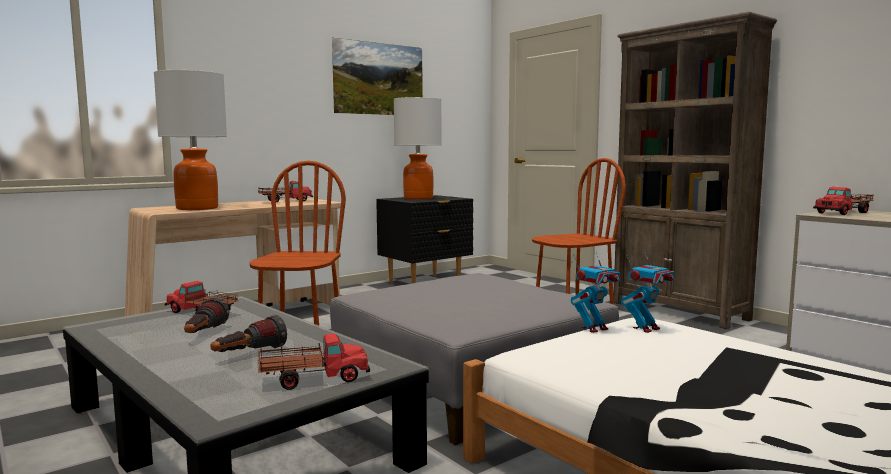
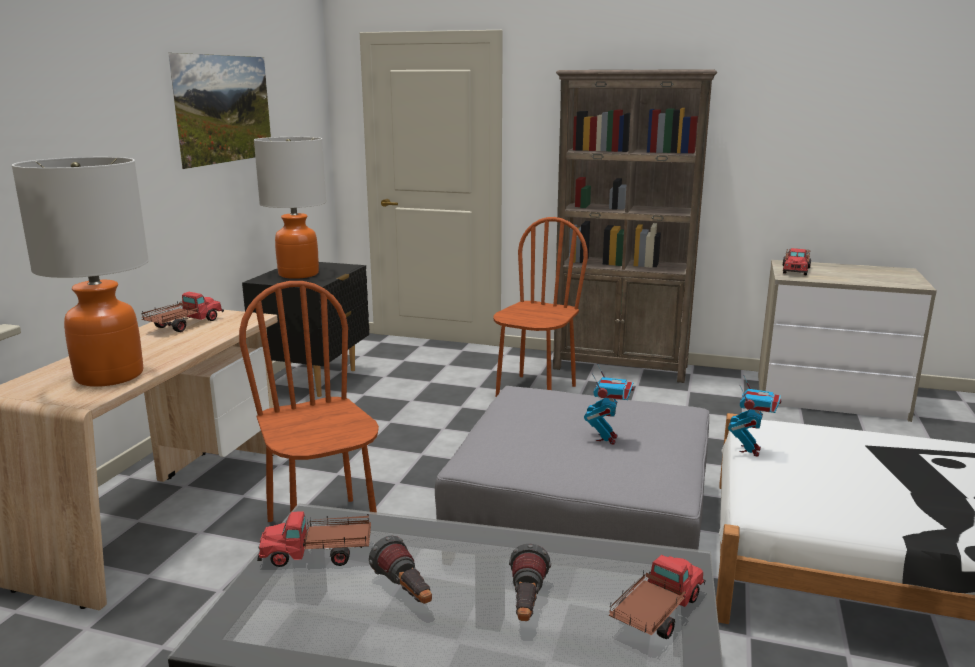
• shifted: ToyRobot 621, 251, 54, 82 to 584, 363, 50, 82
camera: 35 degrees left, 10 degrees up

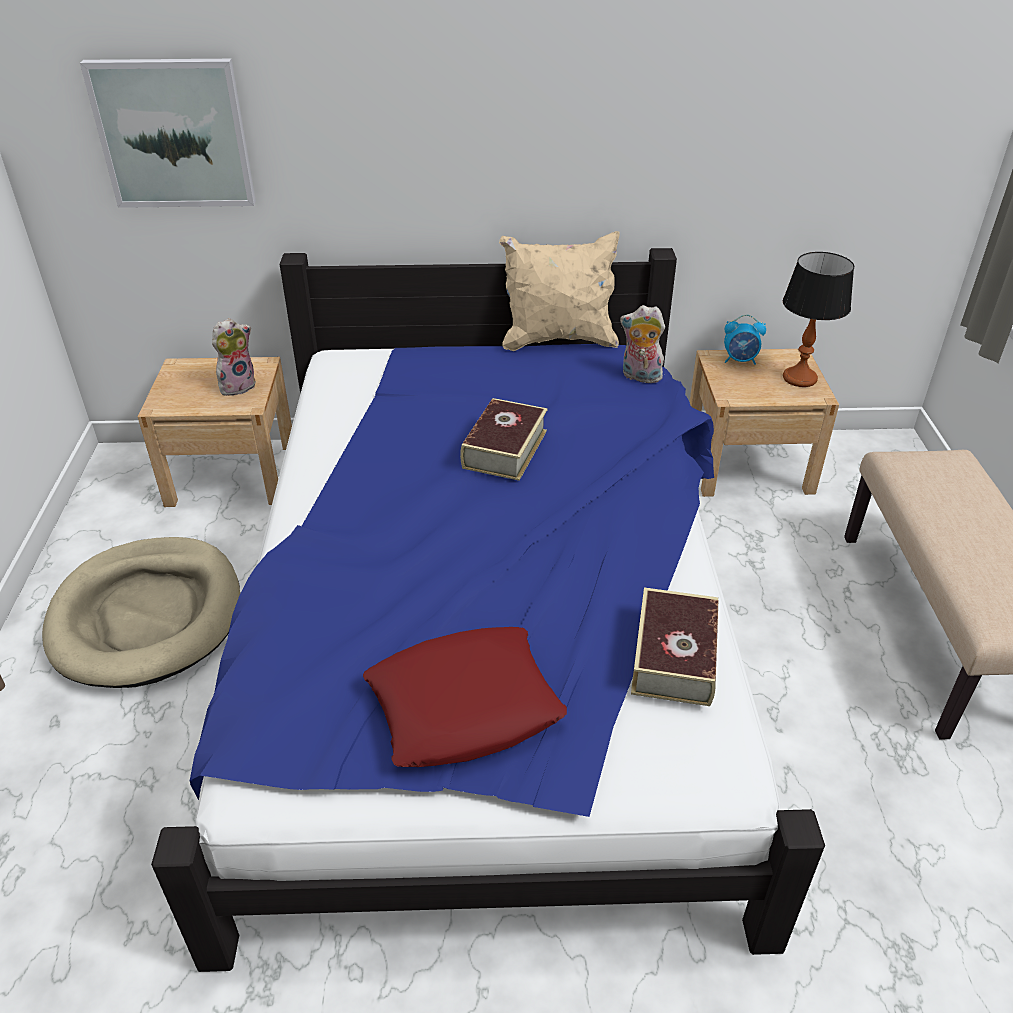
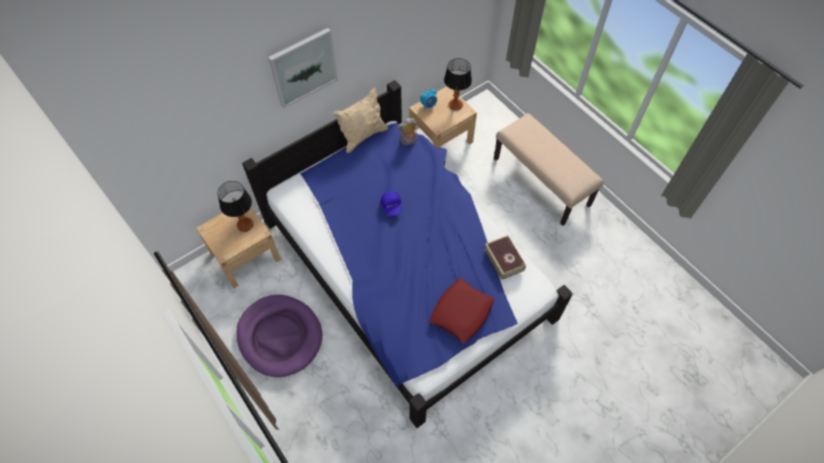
• repainted: SandColouredDogBed 42, 537, 198, 151 to PurplishDogBed 236, 295, 86, 82
• shifted: WallPicture 80, 59, 176, 149 to 268, 28, 70, 81
• swapped: SoftToy 212, 318, 44, 78 to TabletopLamp 217, 181, 36, 51
• swapped: Volume 460, 398, 88, 83 to BlueColouredBaseballCap 380, 191, 22, 25
camera: 35 degrees left, 20 degrees up

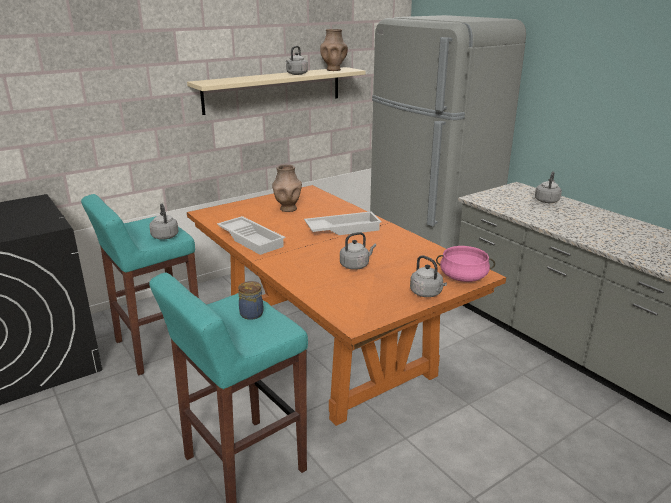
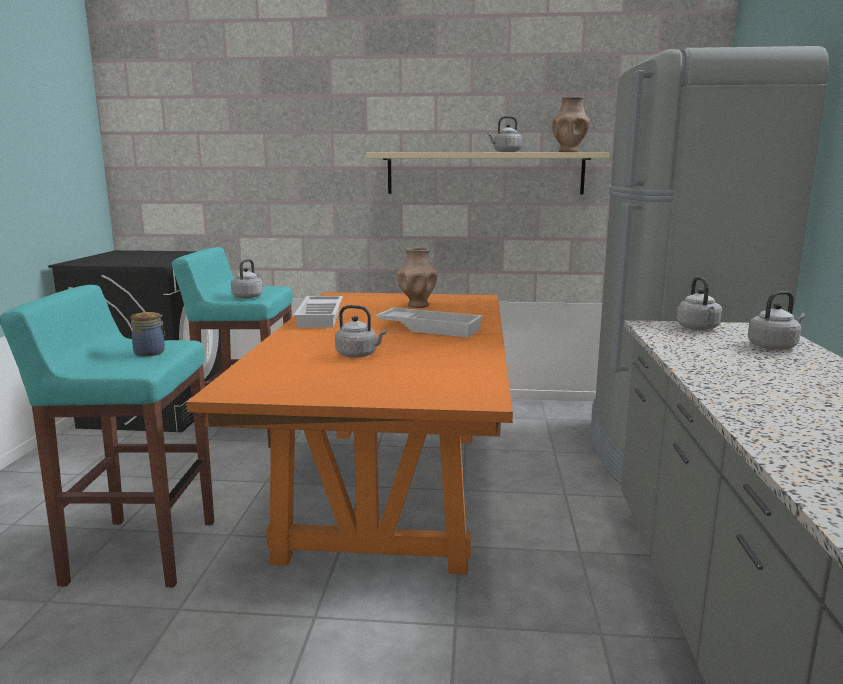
• shifted: GreyWaterKettle 410, 255, 37, 42 to 676, 277, 46, 53
• gone: PinkColouredSaucepot 436, 246, 59, 36
camera: 40 degrees right, 10 degrees down

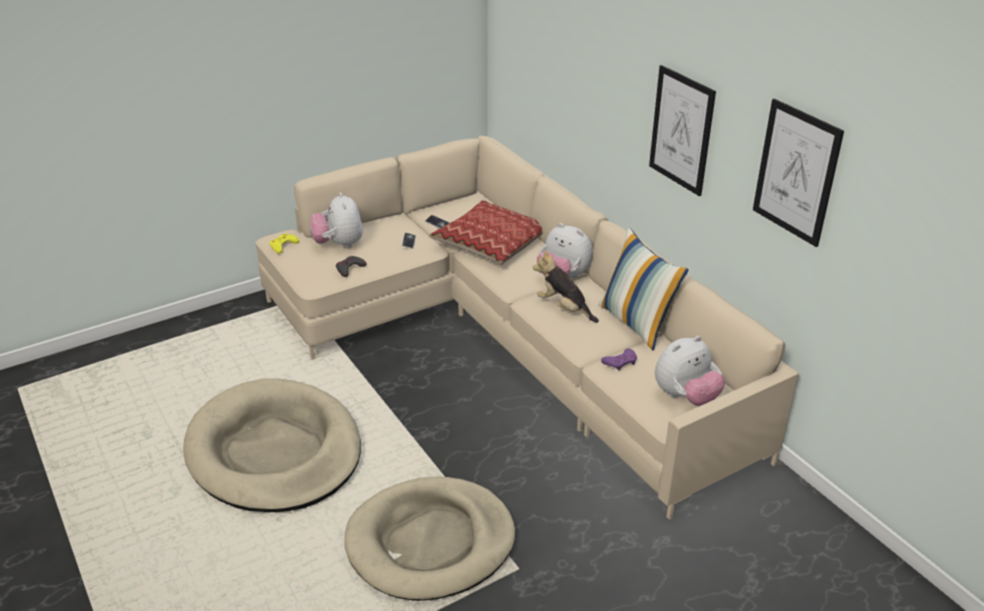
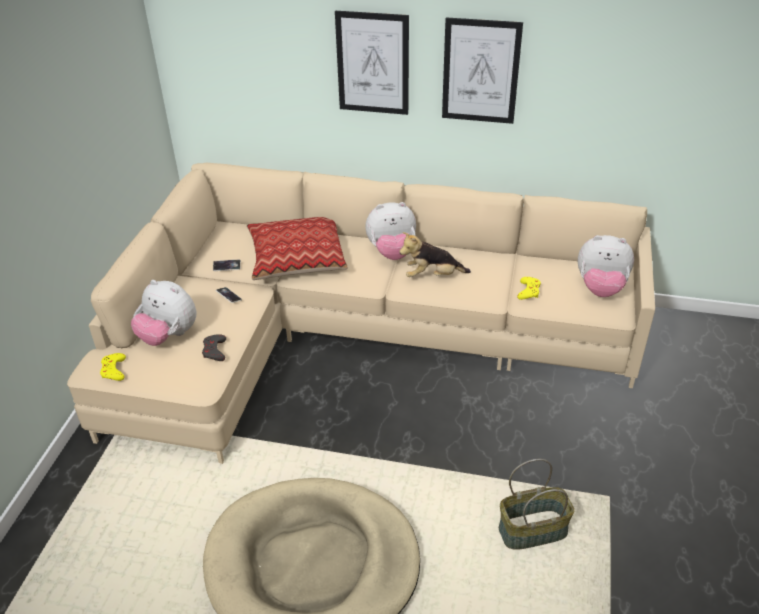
• swapped: SandColouredDogBed 344, 476, 171, 125 to HouseholdBasket 499, 459, 75, 91
• gone: Cushion 598, 228, 91, 122
• repainted: PurplishGamepad 601, 349, 36, 22 to YellowishGamepad 517, 277, 24, 23
• rotated: SoftToy 655, 336, 70, 70 = 578, 235, 56, 62 90 degrees clockwise
• shifted: WallPicture 753, 99, 91, 148 to 335, 11, 74, 104
camera: 45 degrees left, 5 degrees up

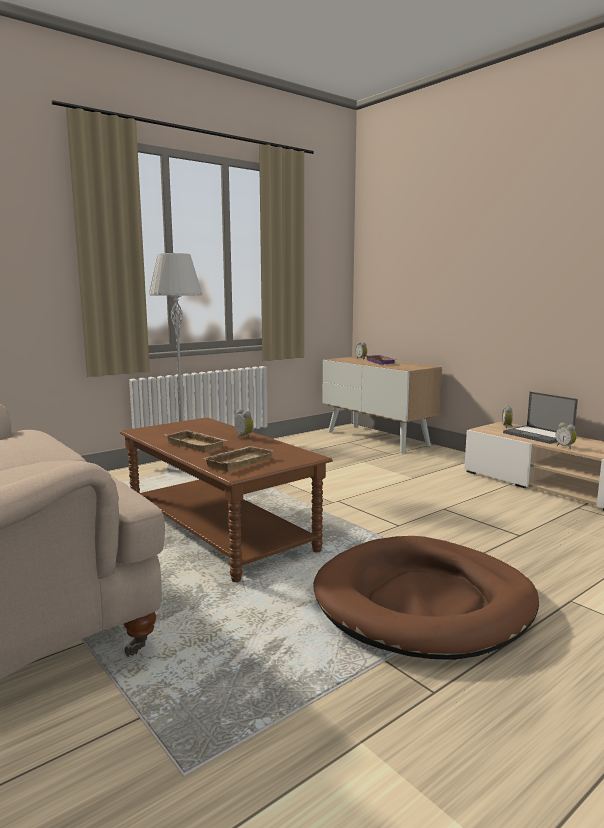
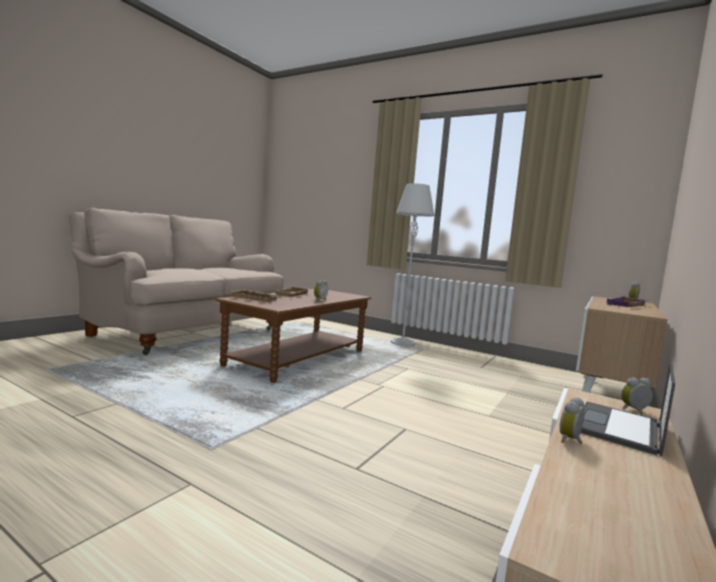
• gone: BrownDogBed 313, 536, 226, 124
camera: 70 degrees right, 5 degrees down

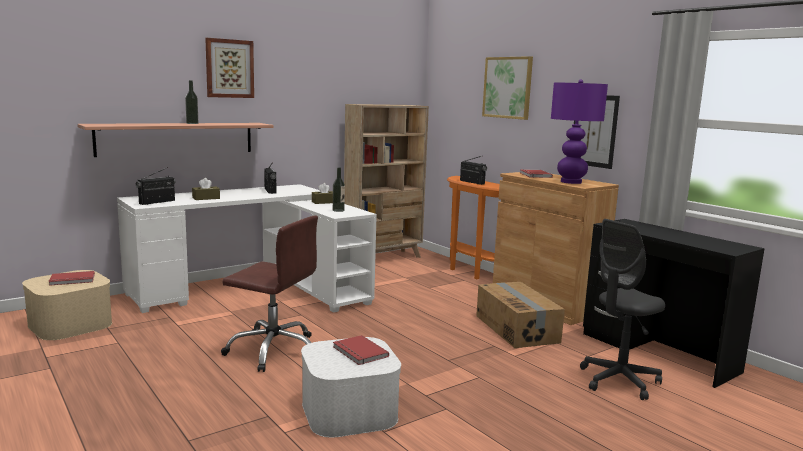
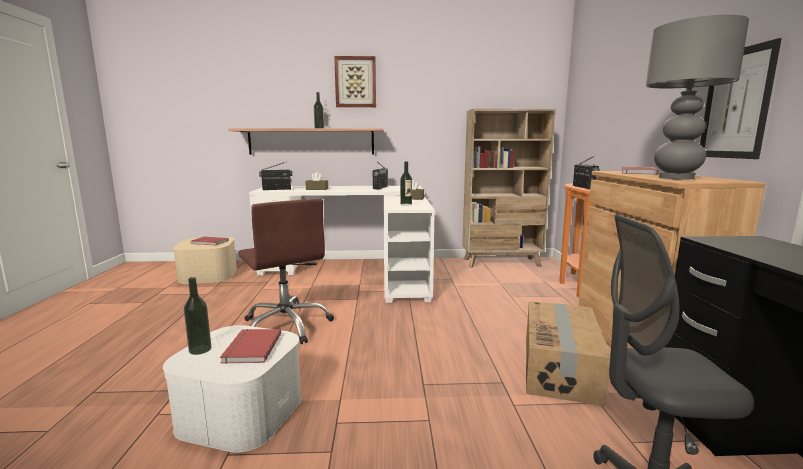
• gone: WallPicture 482, 56, 51, 64
• repainted: PurplishTabletopLamp 551, 79, 57, 105 to GreyTabletopLamp 646, 15, 103, 164
• new: BeverageBottle 184, 277, 27, 78
camera: 35 degrees right, 0 degrees up

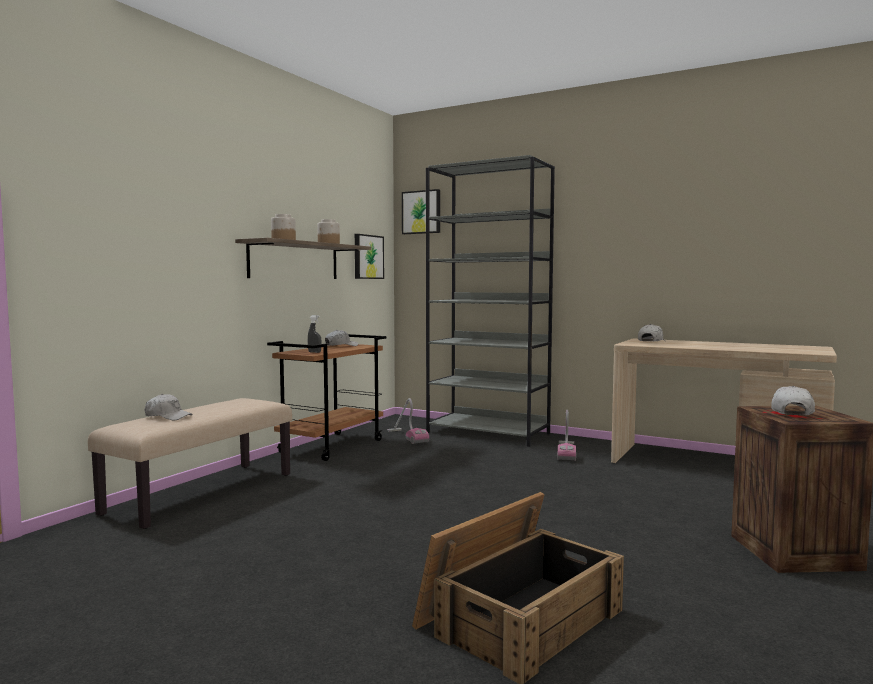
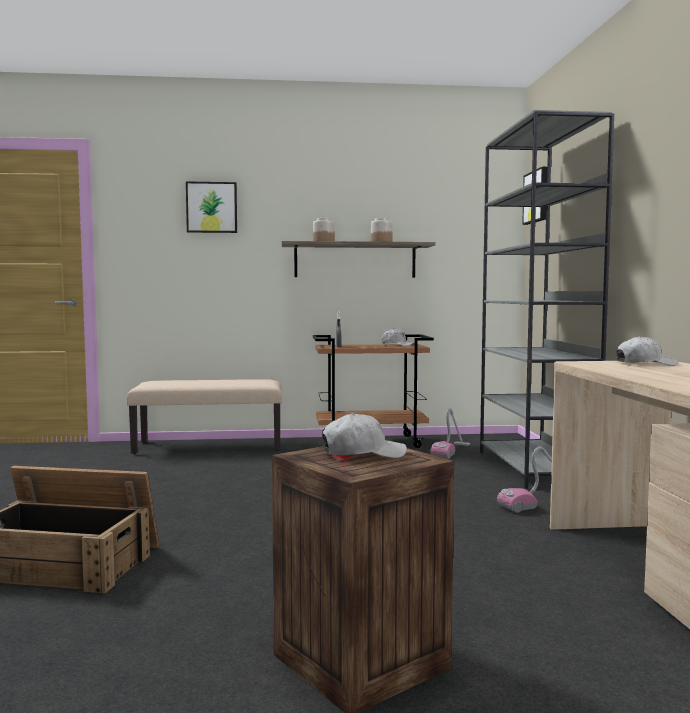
• gone: WhiteColouredBaseballCap 144, 394, 49, 26
• shifted: WallPicture 355, 234, 29, 45 to 186, 181, 51, 52
camera: 55 degrees right, 0 degrees up

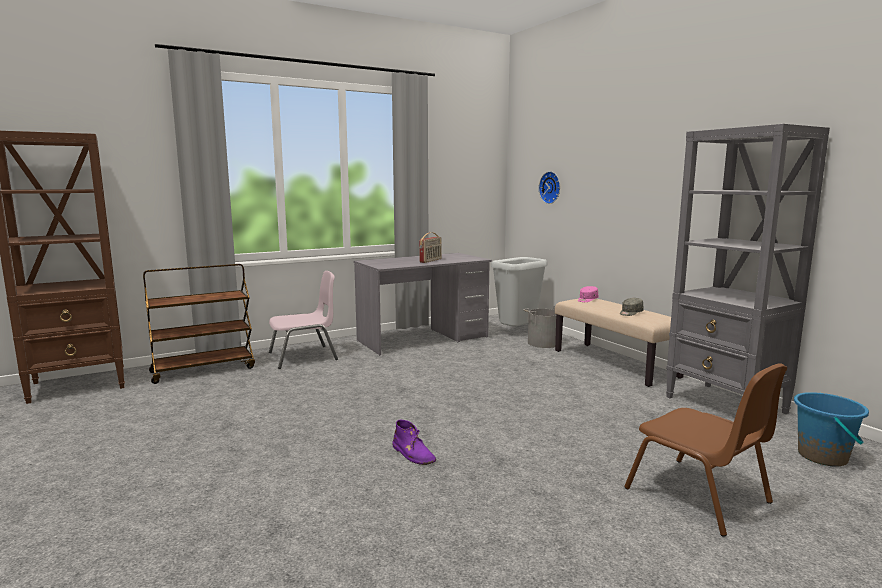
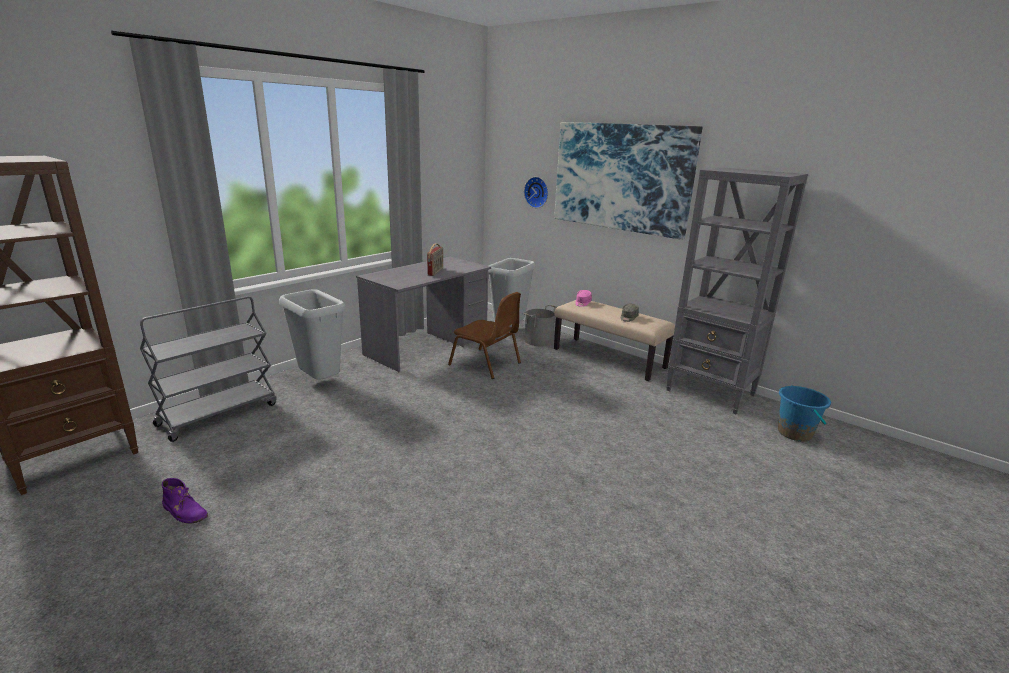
• repainted: BrownCart 143, 264, 112, 120 to GreyCart 140, 296, 137, 146
• swapped: PinkColouredUprightChair 269, 271, 69, 98 to GreyWasteBin 279, 289, 67, 91
• shifted: PurplishBoot 392, 420, 44, 45 to 162, 478, 46, 45
• shifted: BrownUprightChair 624, 363, 163, 173 to 448, 292, 73, 87
• new: WallPicture 554, 122, 149, 118
camera: 20 degrees left, 10 degrees up

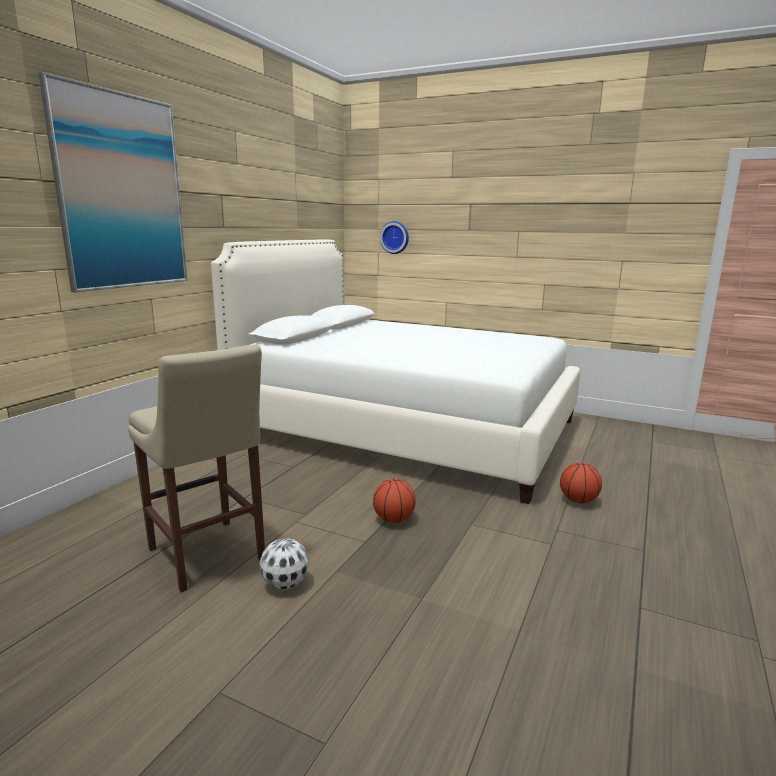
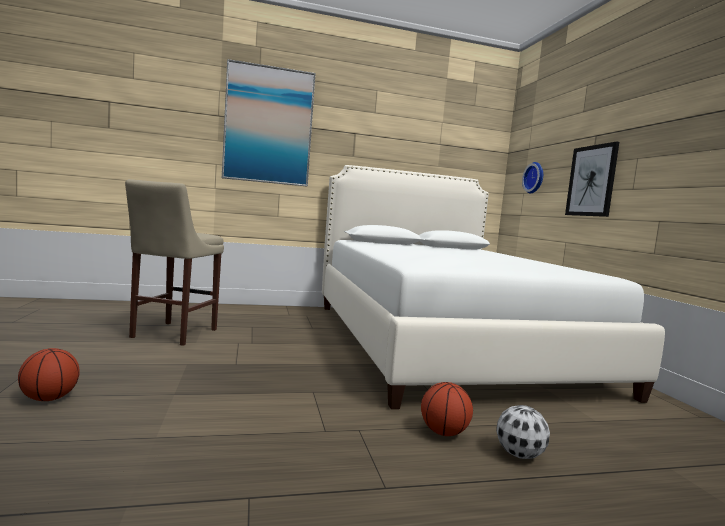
• shifted: Football 259, 538, 50, 52 to 496, 405, 54, 54
• shifted: Basketball 373, 478, 43, 45 to 18, 348, 62, 53
• new: WallPicture 565, 141, 54, 76
camera: 50 degrees right, 10 degrees down

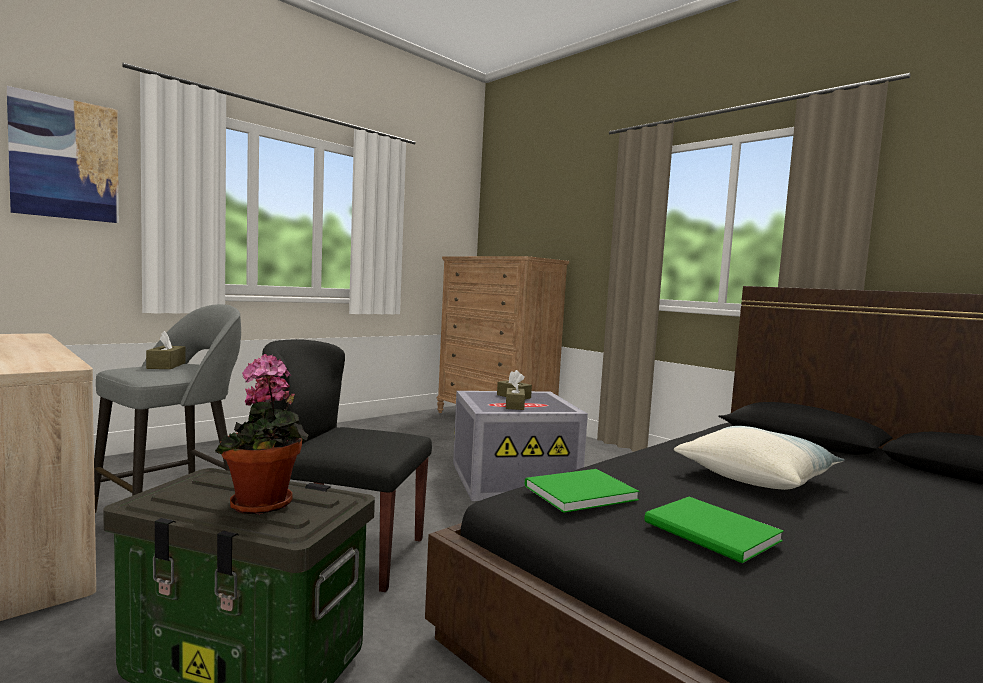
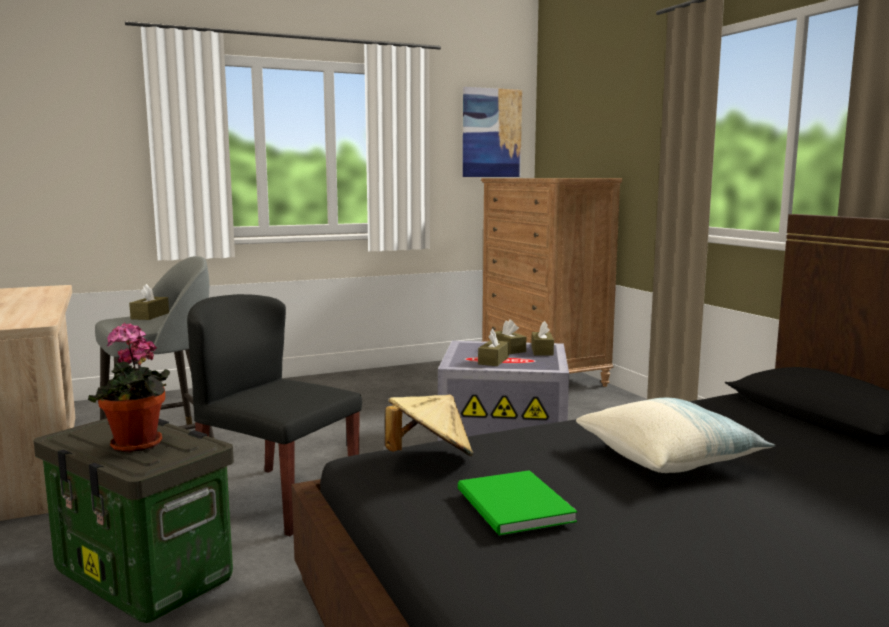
• shifted: WallPicture 7, 86, 112, 137 to 463, 87, 59, 90
• swapped: GreenishVolume 525, 469, 114, 44 to SandColouredClothingHat 385, 395, 88, 61
• new: BrownTissueBox 531, 321, 23, 35
camera: 20 degrees right, 5 degrees up

